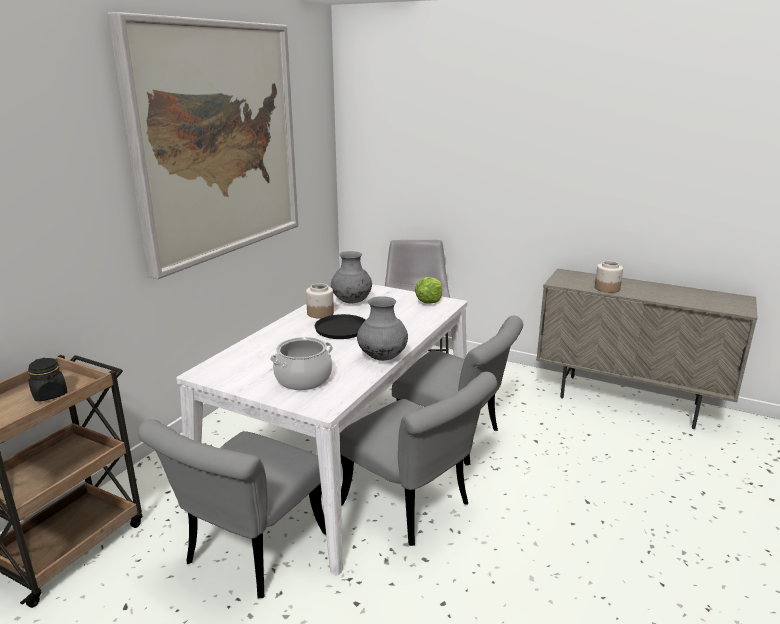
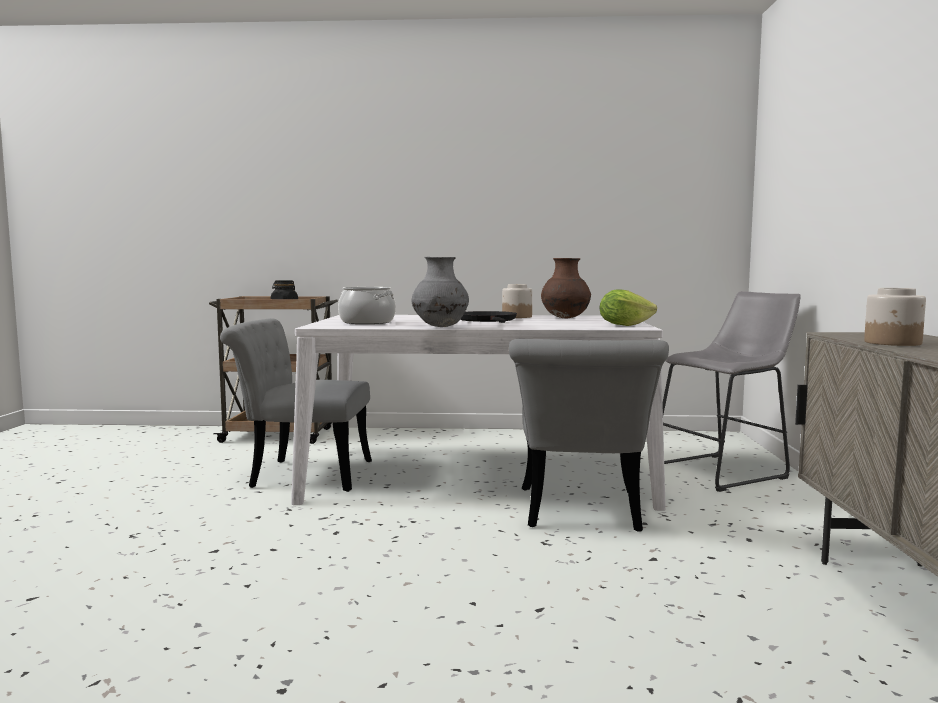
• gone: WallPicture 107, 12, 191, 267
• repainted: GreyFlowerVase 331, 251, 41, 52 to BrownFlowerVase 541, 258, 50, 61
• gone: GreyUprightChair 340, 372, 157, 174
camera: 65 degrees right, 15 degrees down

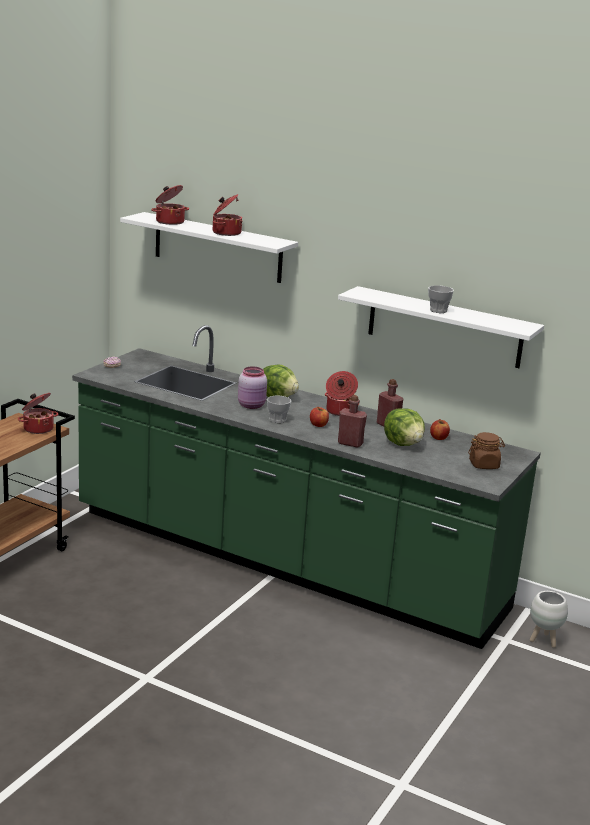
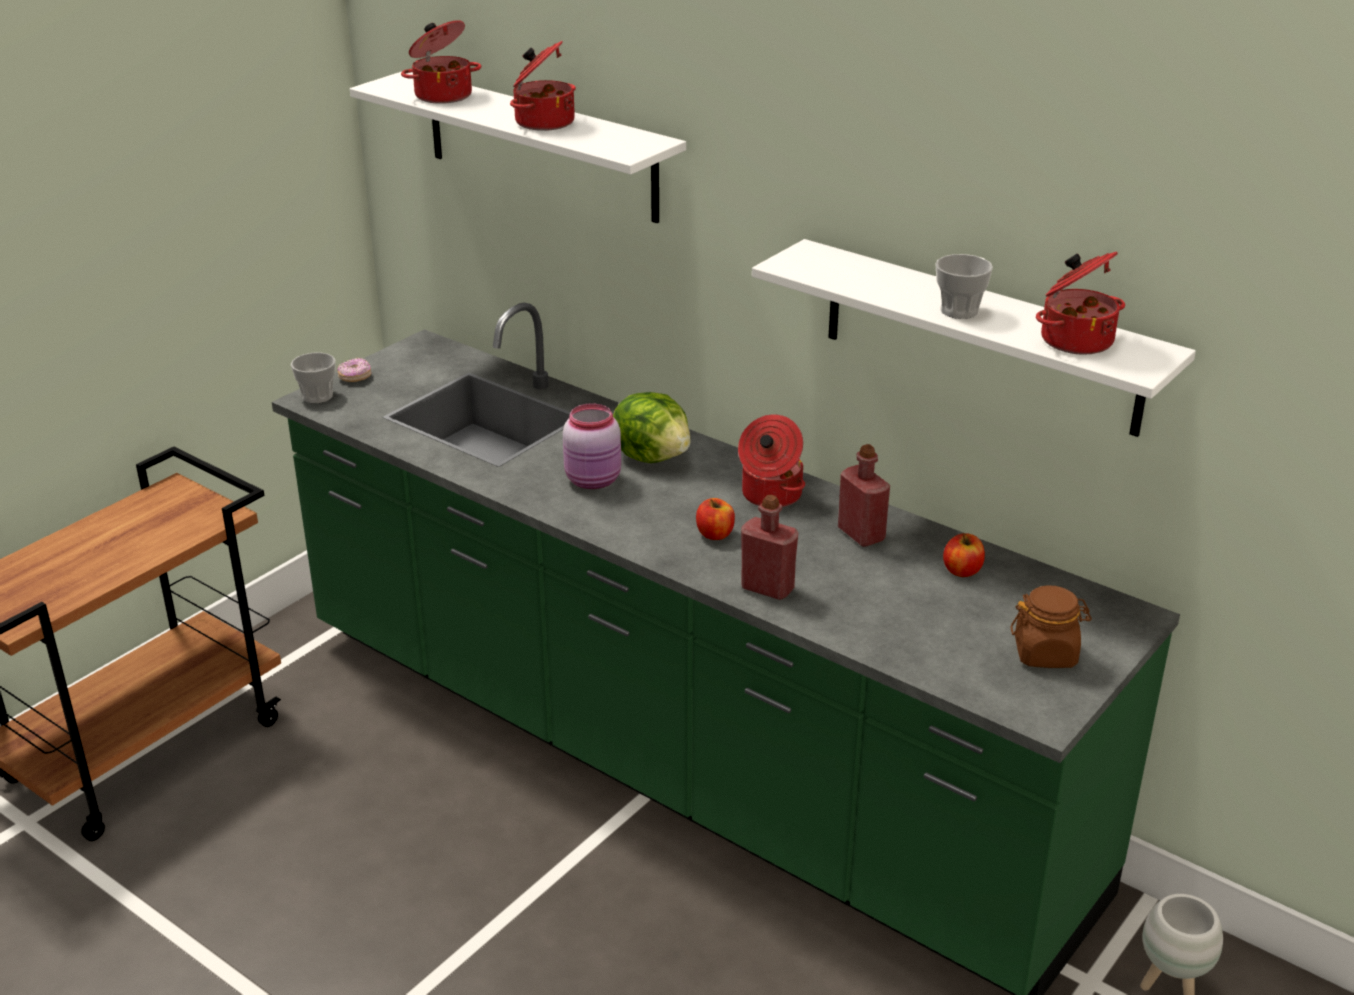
• shifted: Saucepot 18, 393, 40, 41 to 1036, 251, 89, 104
• shifted: SmallCup 267, 396, 24, 27 to 291, 352, 45, 51
• gone: LettuceHead 384, 409, 41, 37
camera: 10 degrees right, 10 degrees up

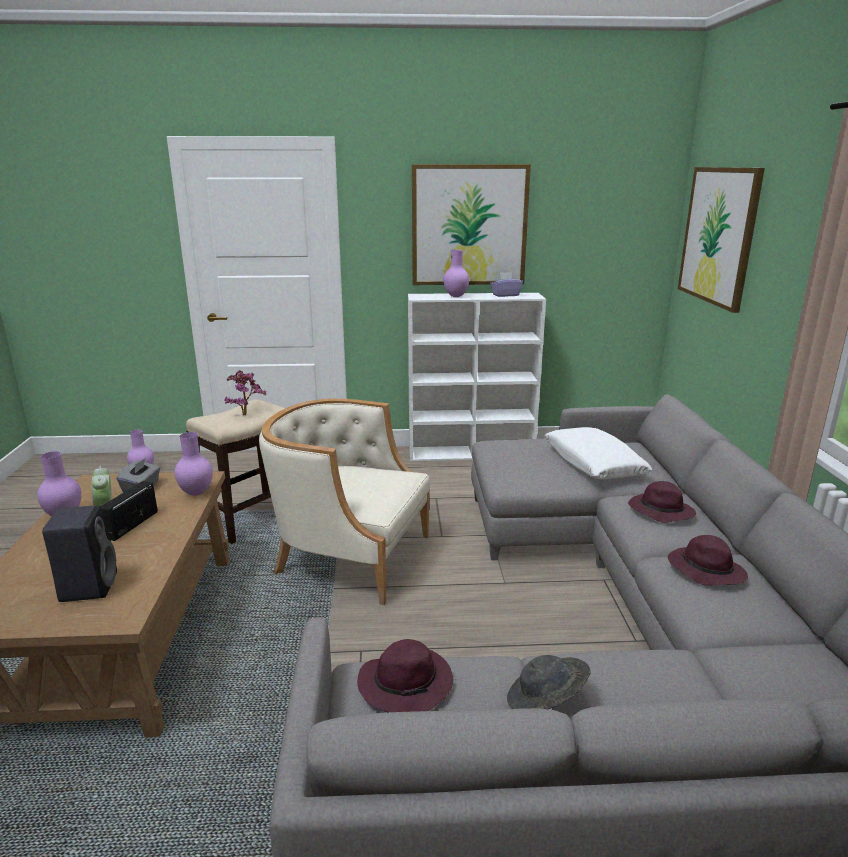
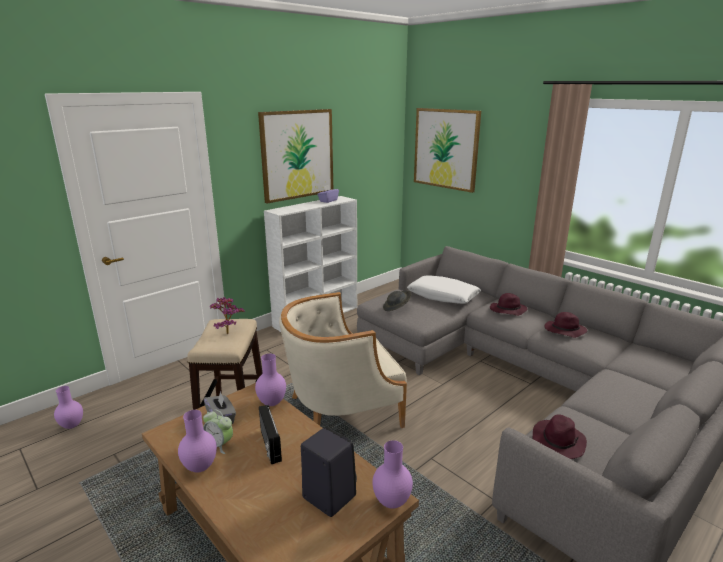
• shifted: PurplishFlowerVase 443, 250, 26, 47 to 372, 440, 41, 69
• shifted: GreyClothingHat 507, 655, 83, 54 to 383, 290, 28, 21
camera: 40 degrees left, 0 degrees up

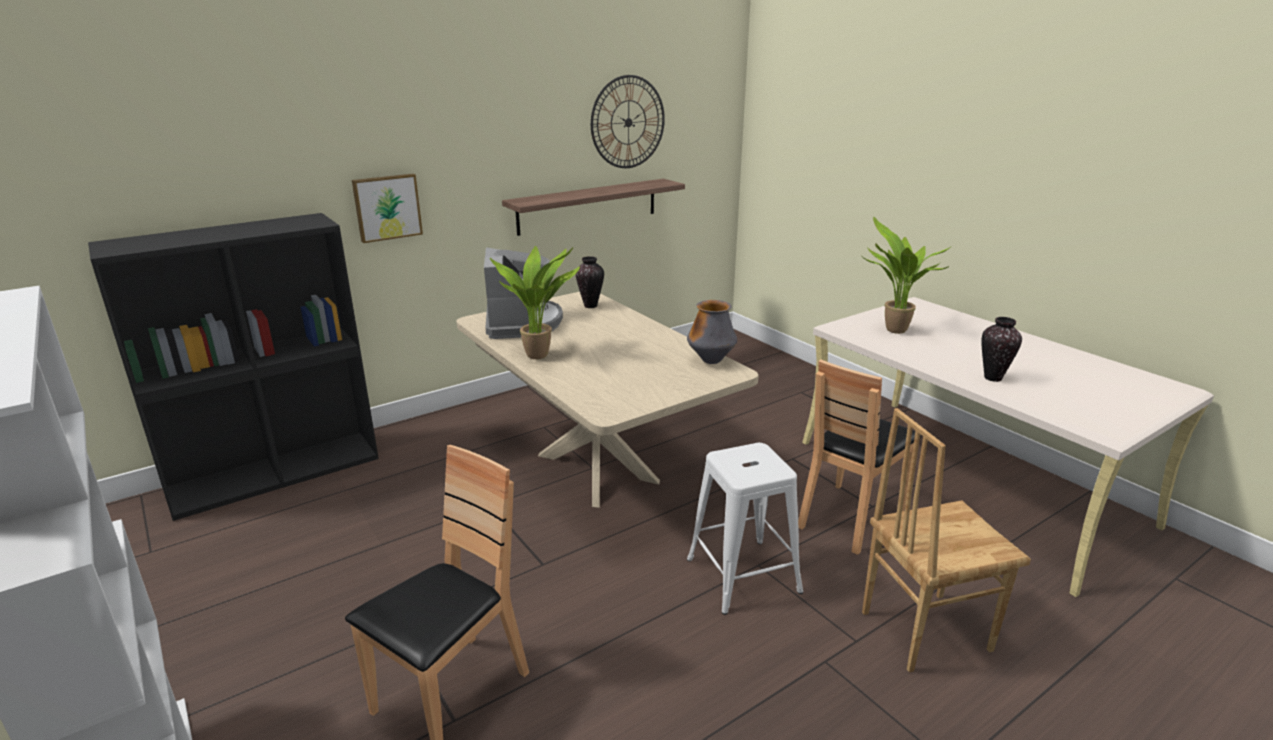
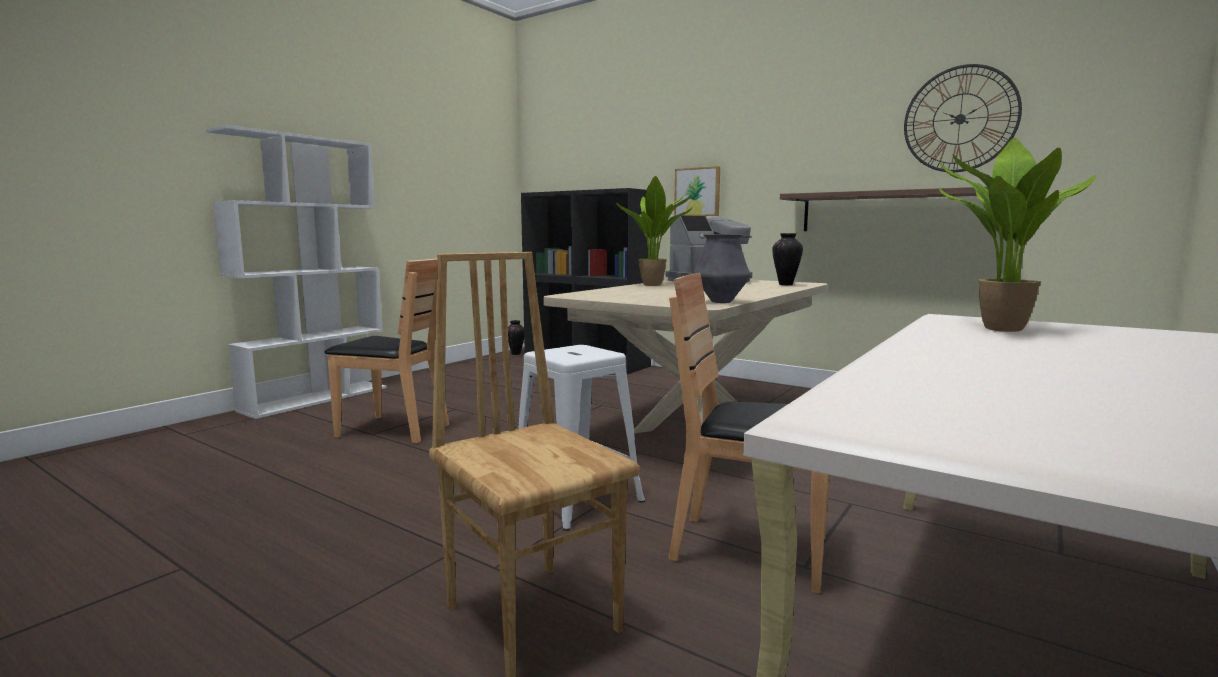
• shifted: FlowerVase 981, 317, 41, 65 to 508, 320, 16, 35
camera: 70 degrees right, 15 degrees down

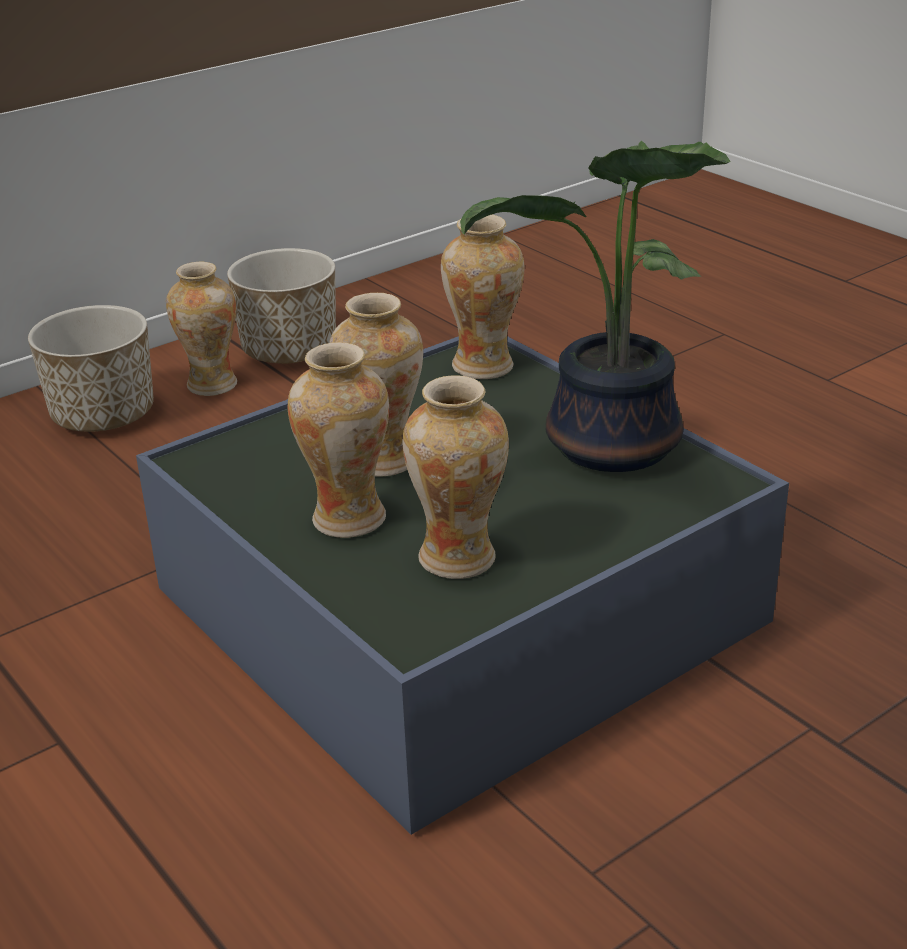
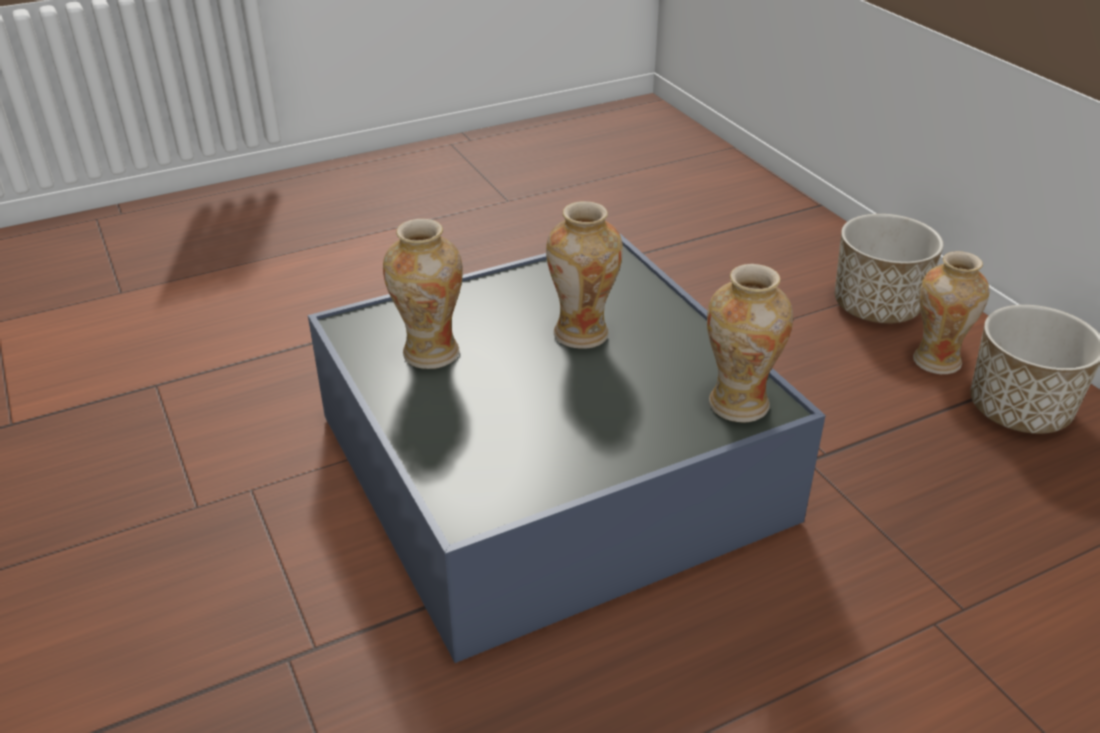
• gone: FlowerVase 288, 342, 101, 196
• gone: Houseplant 460, 141, 271, 331
camera: 100 degrees right, 5 degrees up

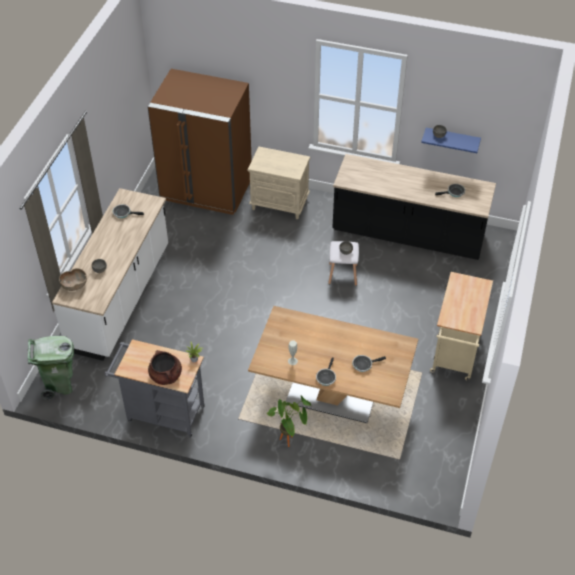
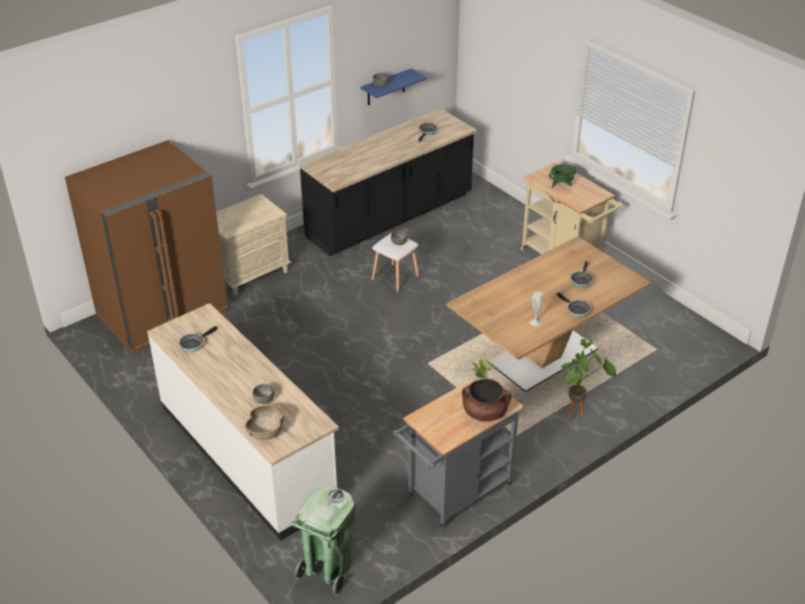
• new: GreenishSaucepot 549, 164, 28, 24
camera: 55 degrees left, 10 degrees down

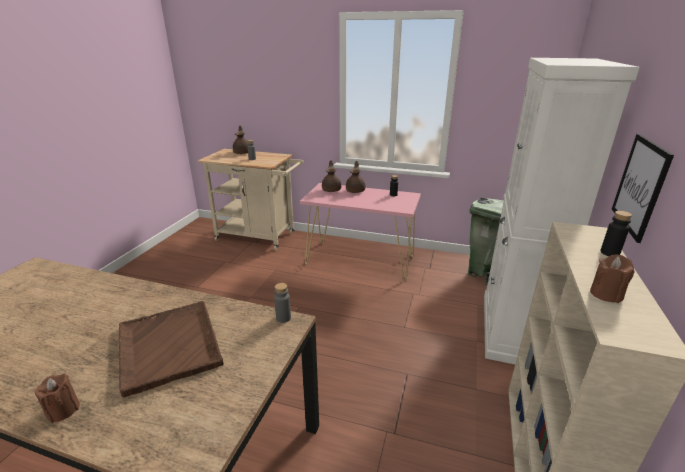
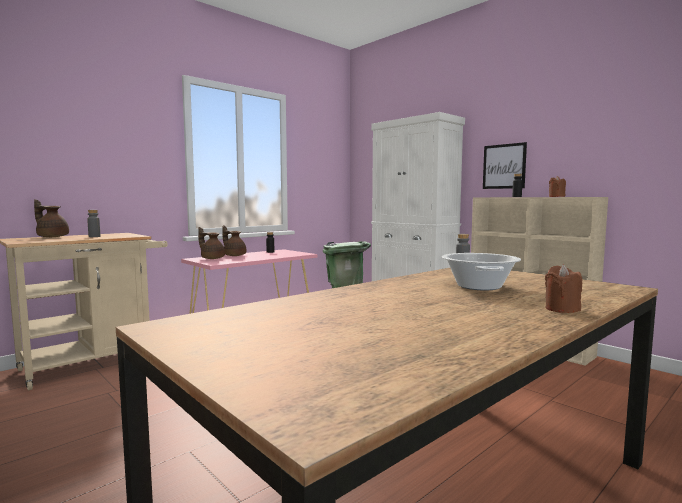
• swapped: BrownServingTray 118, 301, 106, 96 to Saucepot 442, 253, 79, 37
camera: 60 degrees left, 20 degrees down

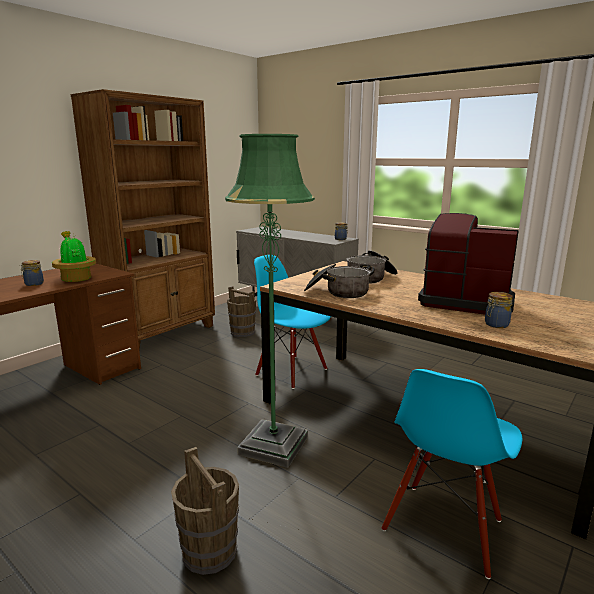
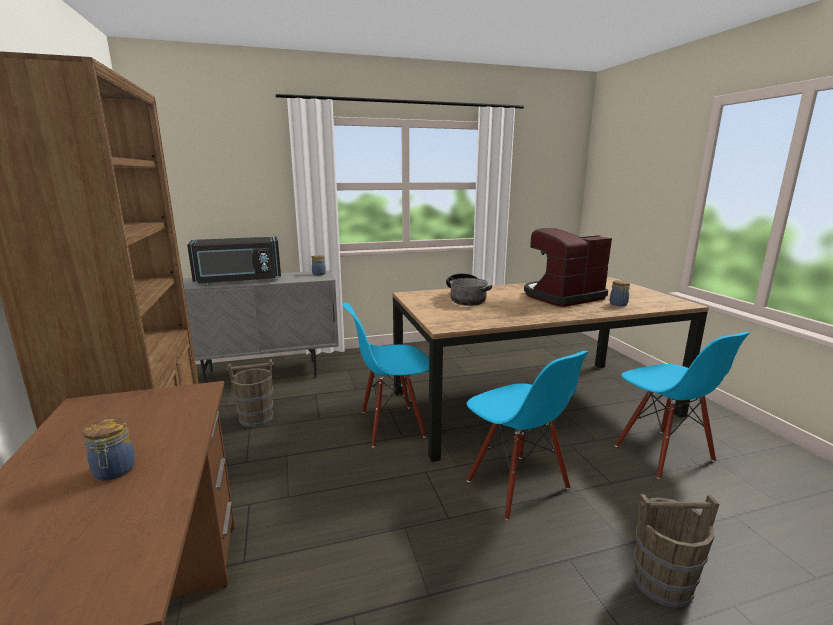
• gone: Houseplant 52, 231, 44, 51
• swapped: GreenishStandingLamp 225, 134, 90, 334 to BlueColouredUprightChair 467, 351, 121, 169
• gone: Saucepot 304, 264, 71, 34
• new: BlackKitchenMicrowave 187, 237, 94, 48
camera: 55 degrees left, 0 degrees up

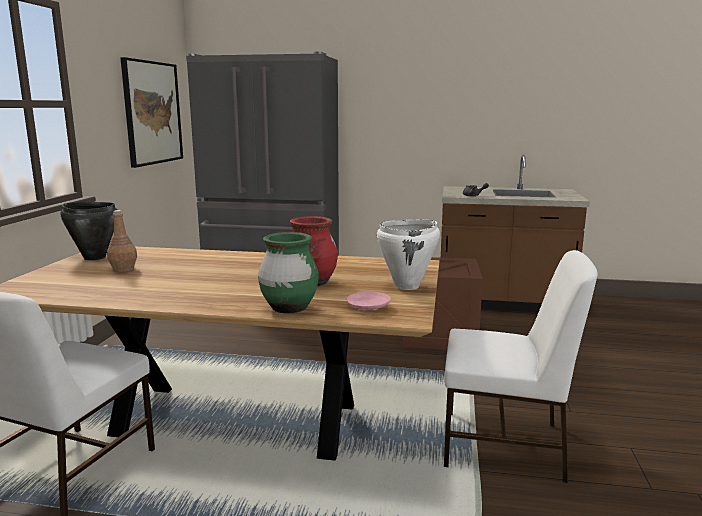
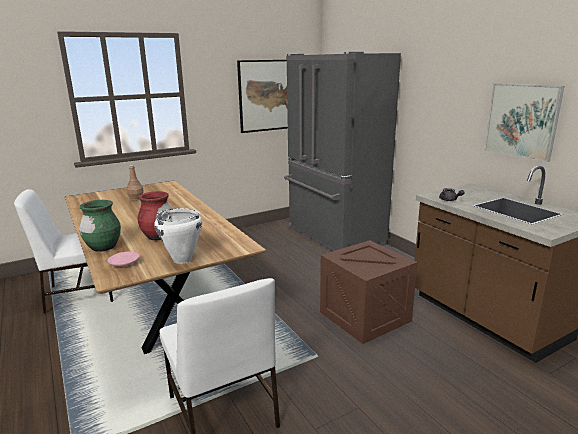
• gone: BlackSaucepot 60, 202, 57, 58
• new: WallPicture 484, 83, 80, 79
camera: 50 degrees right, 5 degrees up

